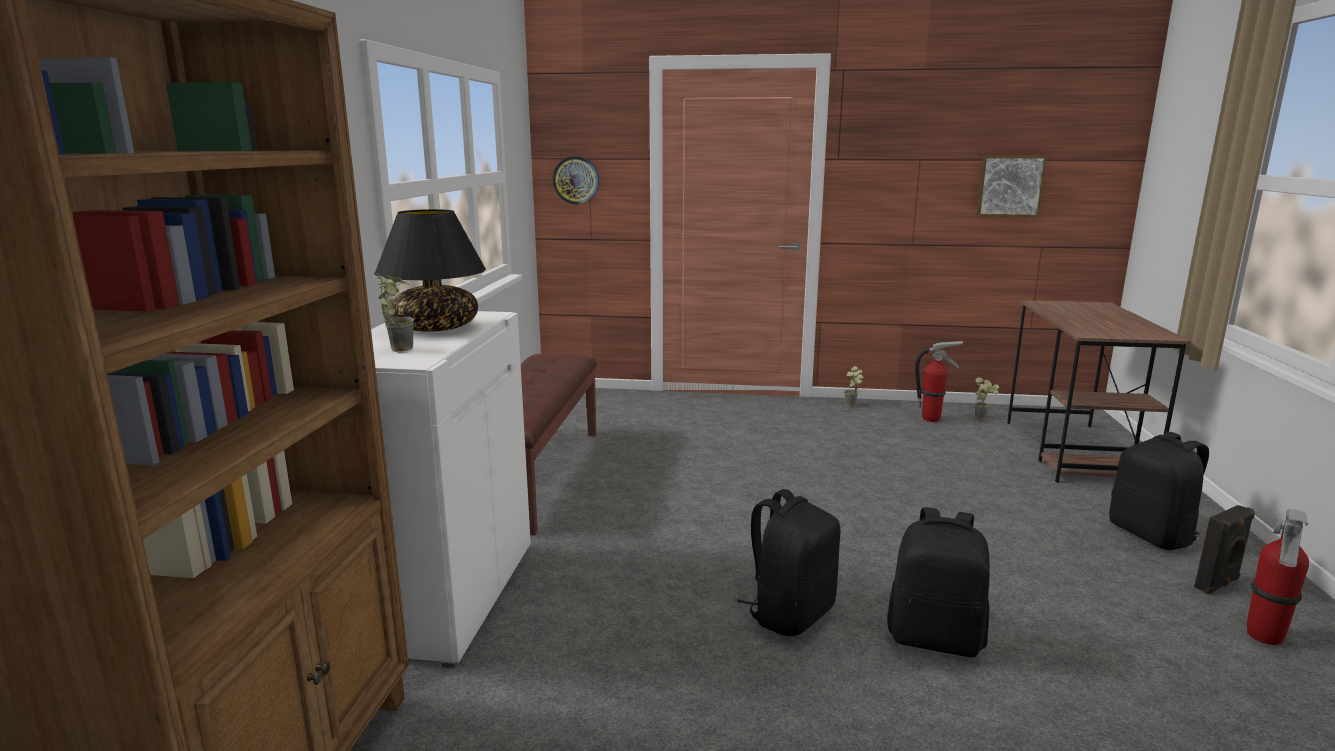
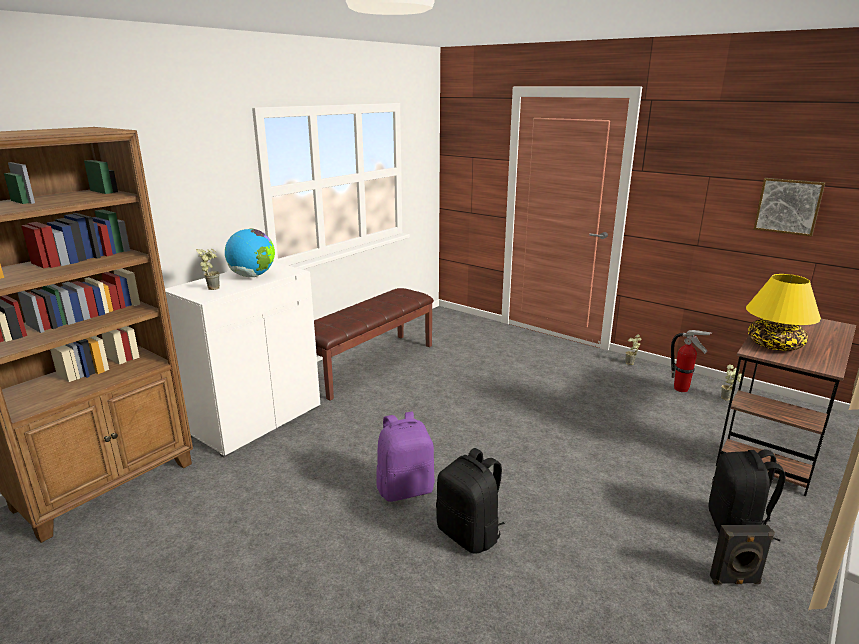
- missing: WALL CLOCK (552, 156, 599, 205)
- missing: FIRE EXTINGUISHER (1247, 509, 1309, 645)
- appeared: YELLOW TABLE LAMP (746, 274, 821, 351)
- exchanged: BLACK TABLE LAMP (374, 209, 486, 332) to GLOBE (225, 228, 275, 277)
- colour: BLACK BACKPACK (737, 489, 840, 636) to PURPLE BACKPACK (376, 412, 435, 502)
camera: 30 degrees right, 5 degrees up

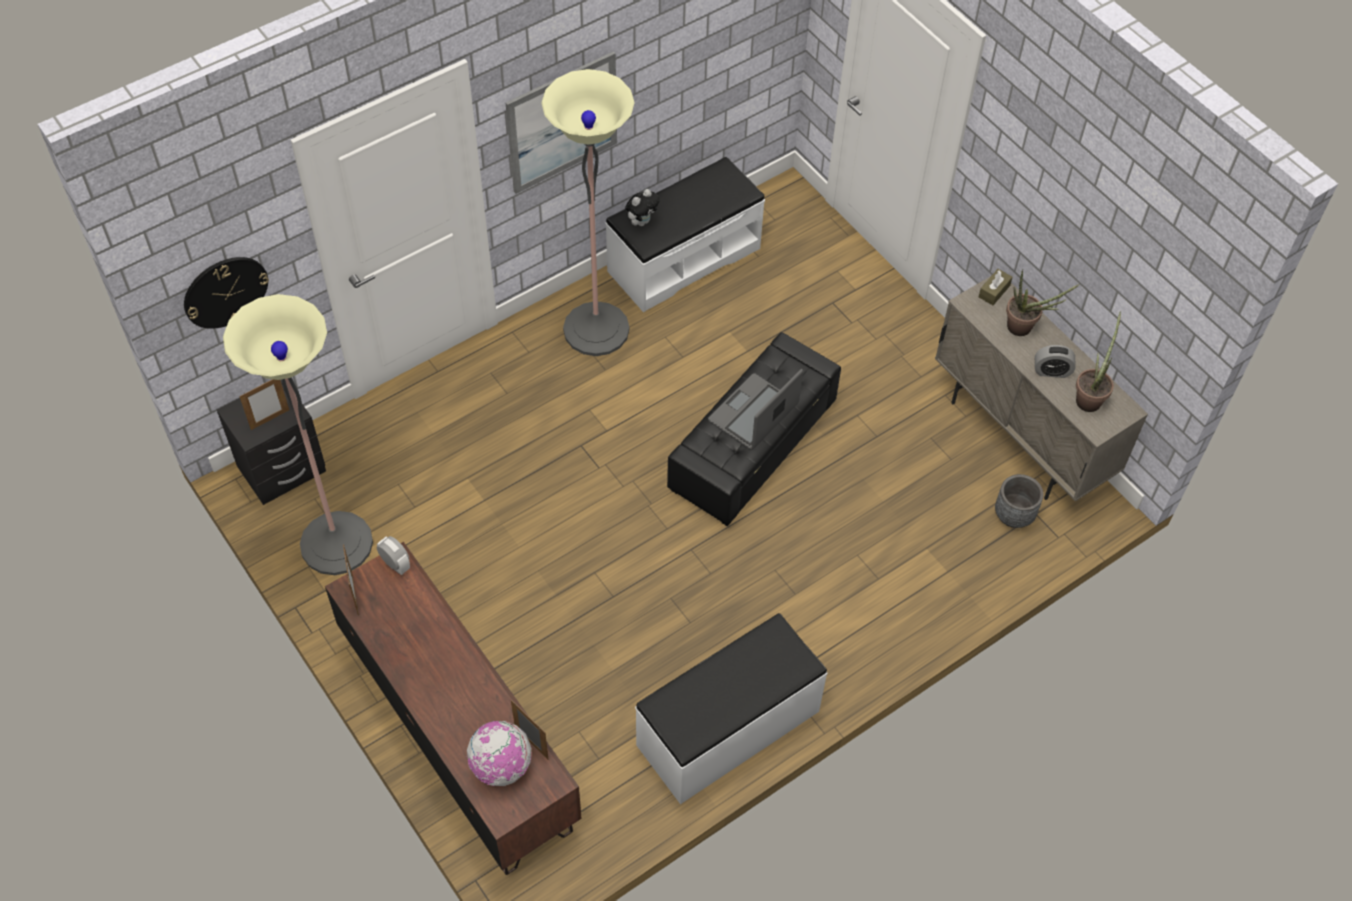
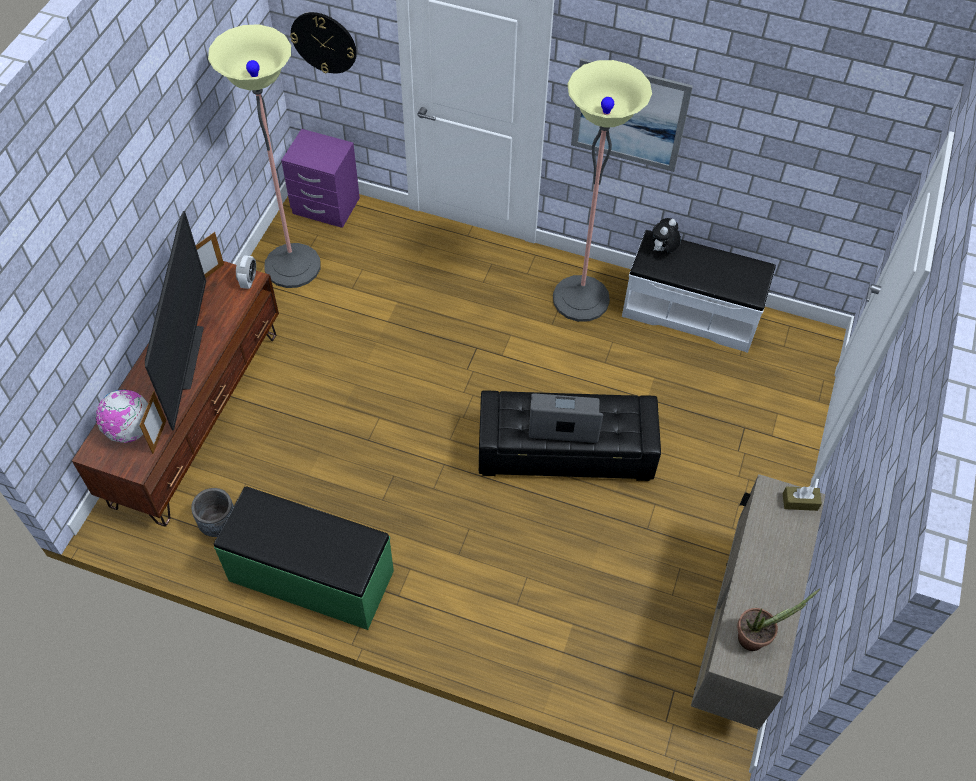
- missing: PICTURE FRAME (239, 379, 289, 430)
- missing: POTTED PLANT (1006, 269, 1080, 336)
- missing: ALARM CLOCK (1035, 345, 1076, 378)
- appeared: TELEVISION (145, 211, 206, 430)
- relocated: GREY PLANTER (995, 474, 1043, 528) to (191, 488, 234, 537)
- colour: BLACK NIGHTSTAND (217, 379, 326, 505) to PURPLE NIGHTSTAND (281, 129, 360, 228)
- colour: WHITE BENCH (635, 613, 828, 804) to GREEN BENCH (214, 486, 394, 630)
- spun: PLUSH TOY (625, 189, 660, 226) = (652, 218, 681, 253) 120 degrees clockwise
camera: 55 degrees right, 0 degrees up

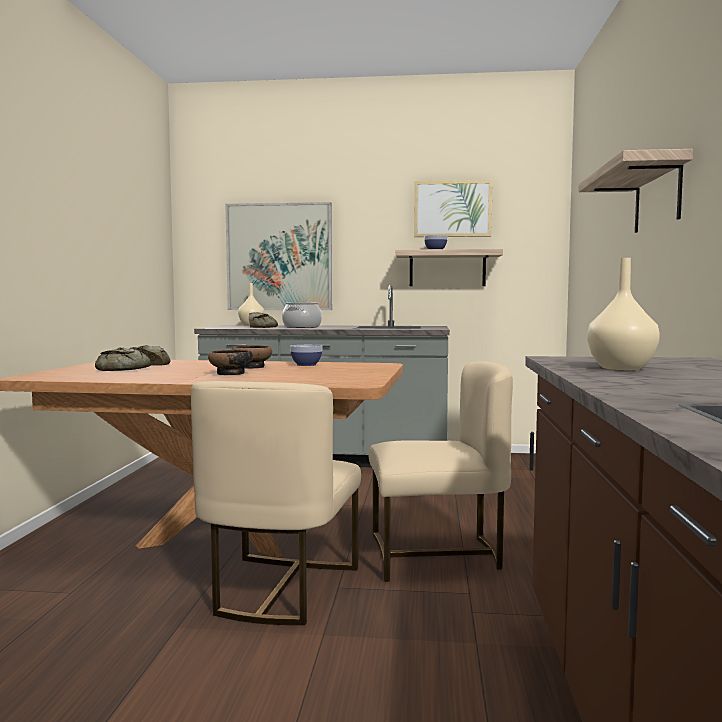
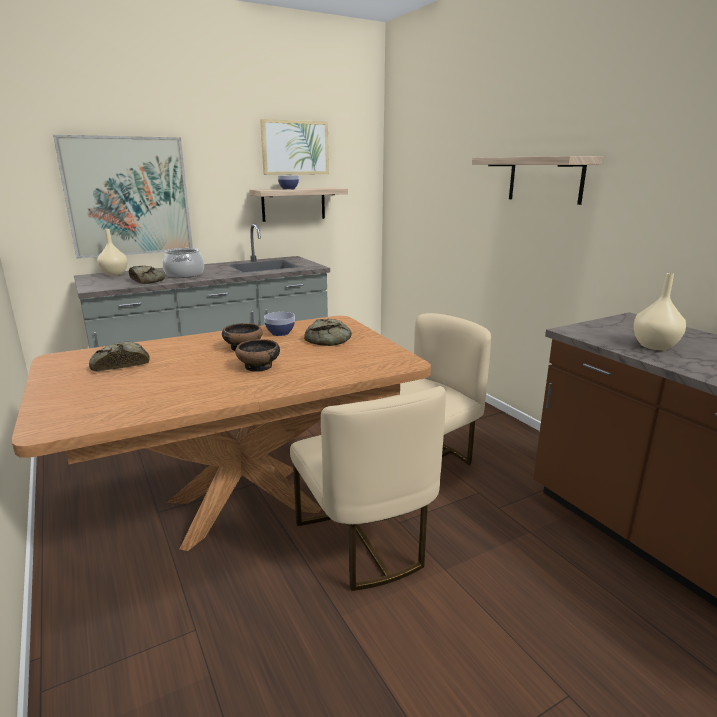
- relocated: BREAD (95, 347, 151, 371) to (304, 319, 352, 346)
camera: 35 degrees left, 15 degrees up

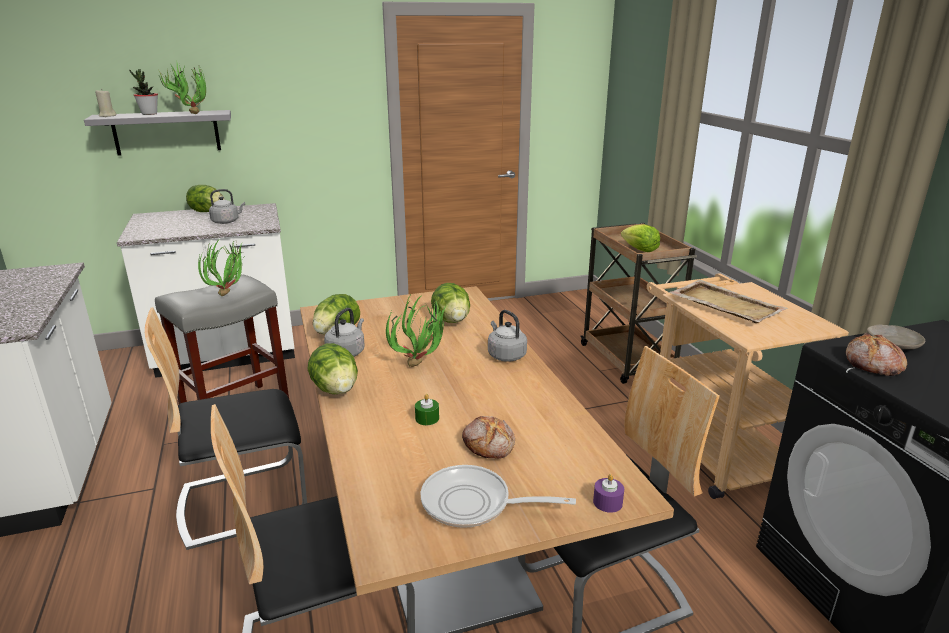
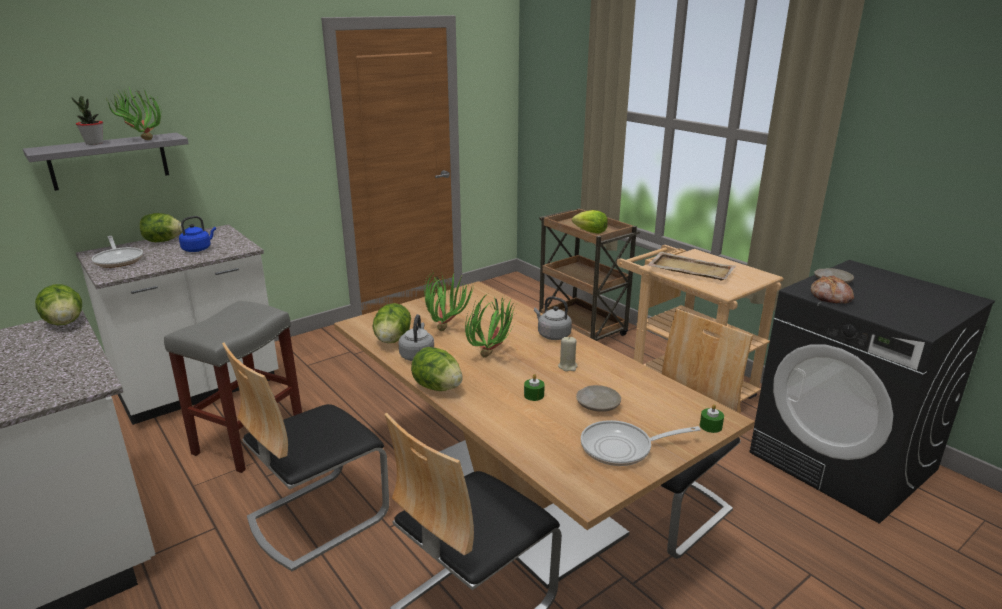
- appeared: FRYING PAN (91, 236, 143, 268)
- relocated: BEIGE CANDLE (95, 90, 116, 117) to (558, 336, 578, 371)
- relocated: POTTED PLANT (198, 239, 246, 296) to (424, 271, 474, 331)
- relocated: LETTUCE (431, 283, 470, 323) to (35, 284, 82, 325)
- exchanged: BREAD (462, 416, 515, 459) to BEIGE PLATE (576, 385, 621, 412)
- colour: GREY KETTLE (209, 189, 245, 224) to BLUE KETTLE (179, 216, 216, 252)
- colour: PURPLE CANDLE (593, 474, 624, 513) to GREEN CANDLE (700, 404, 724, 433)
camera: 20 degrees left, 0 degrees up

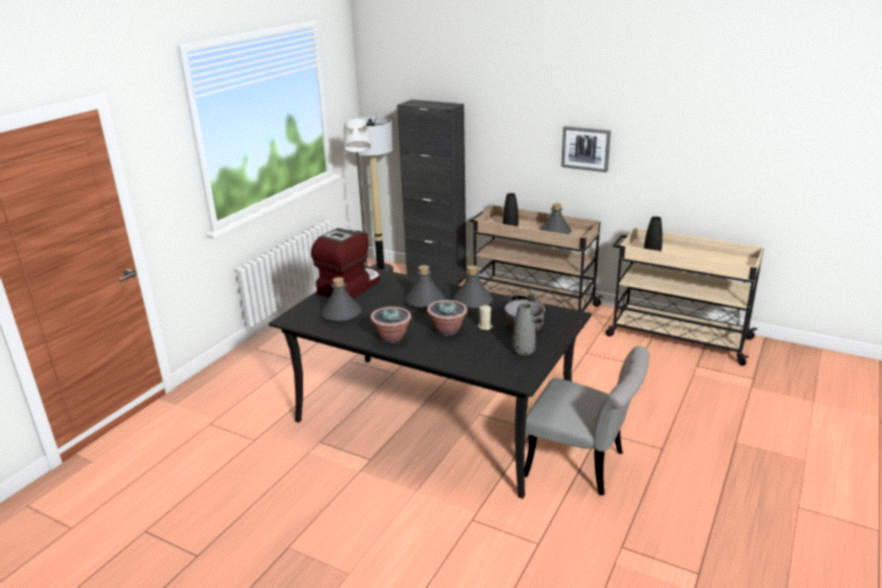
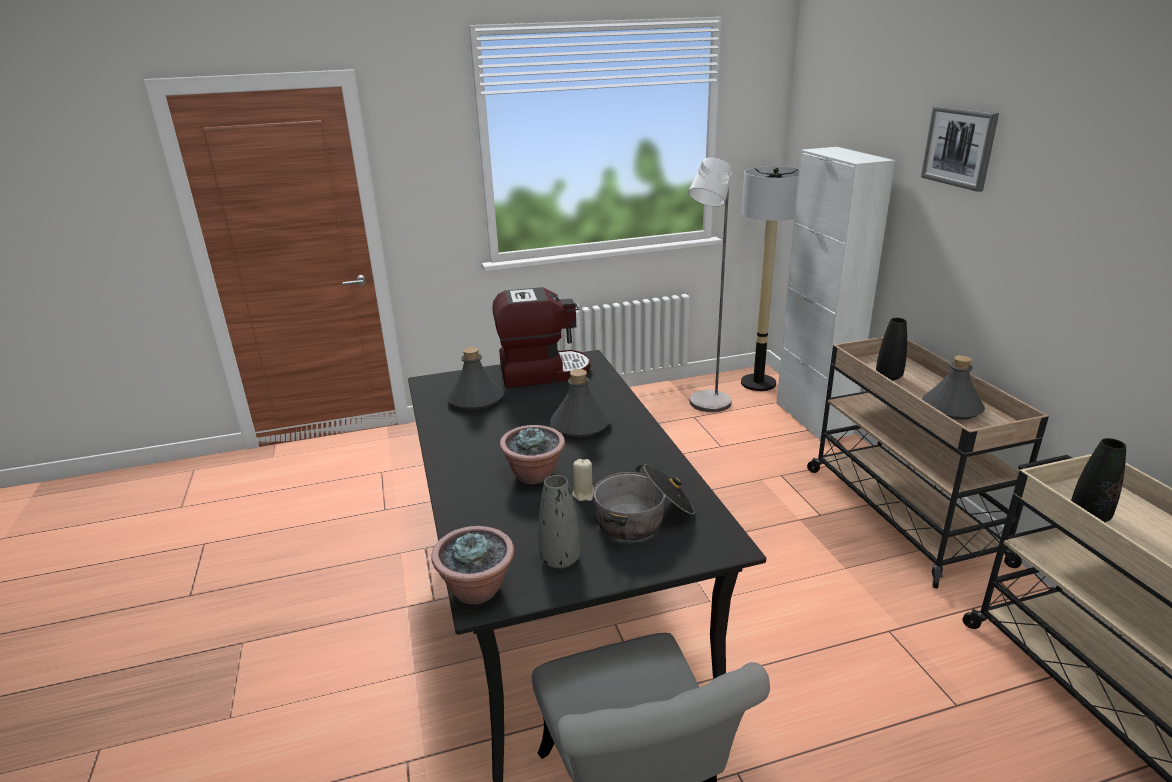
- missing: GREY BOTTLE (453, 265, 493, 310)
- relocated: POTTED PLANT (370, 306, 411, 343) to (431, 526, 514, 604)
- relocated: PICTURE (561, 126, 611, 172) to (921, 105, 999, 192)
- colour: BLACK CABINET (397, 99, 467, 285) to WHITE CABINET (777, 147, 895, 441)
camera: 45 degrees right, 0 degrees up

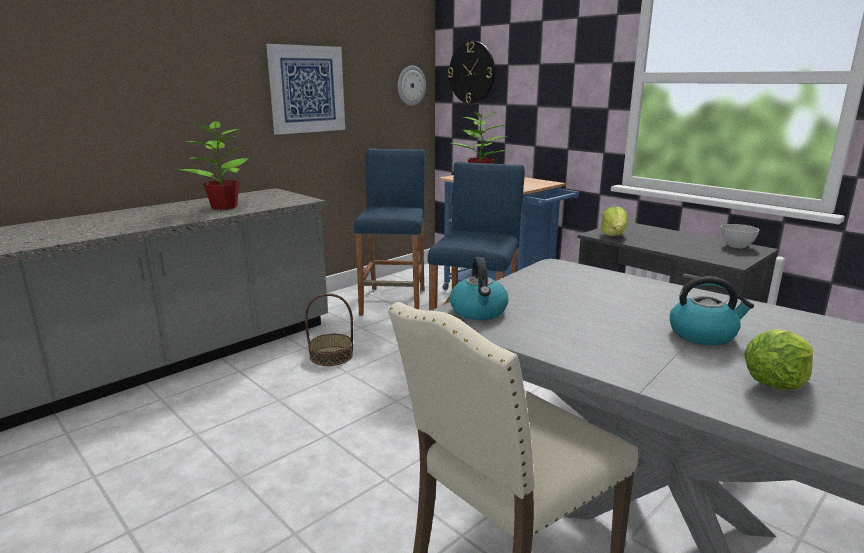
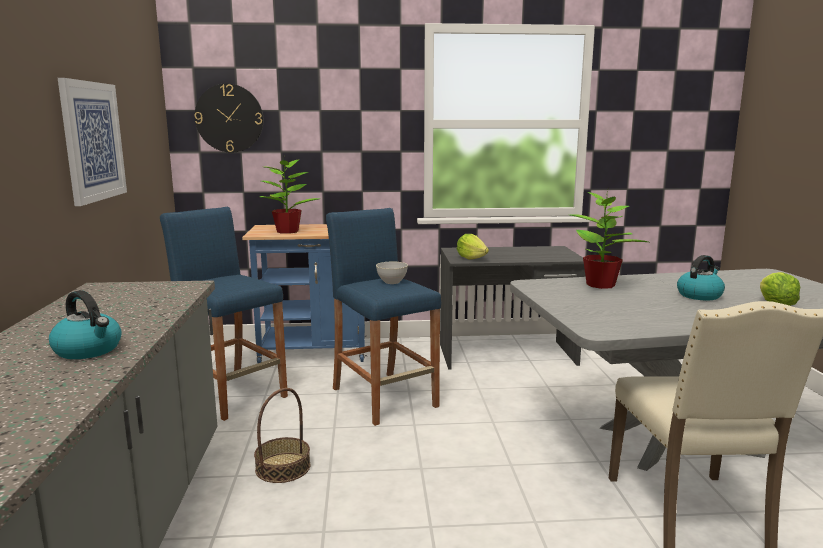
- missing: WALL CLOCK (398, 66, 426, 106)
- relocated: POTTED PLANT (180, 117, 249, 210) to (571, 190, 648, 289)
- relocated: KETTLE (450, 257, 509, 320) to (49, 290, 122, 359)
- relocated: GREY BOWL (721, 224, 760, 248) to (376, 262, 408, 284)
camera: 50 degrees left, 5 degrees down

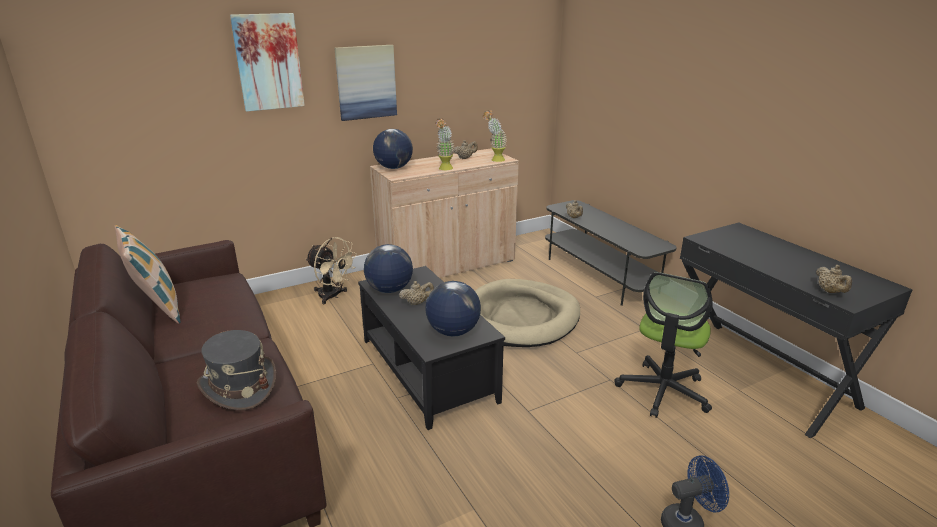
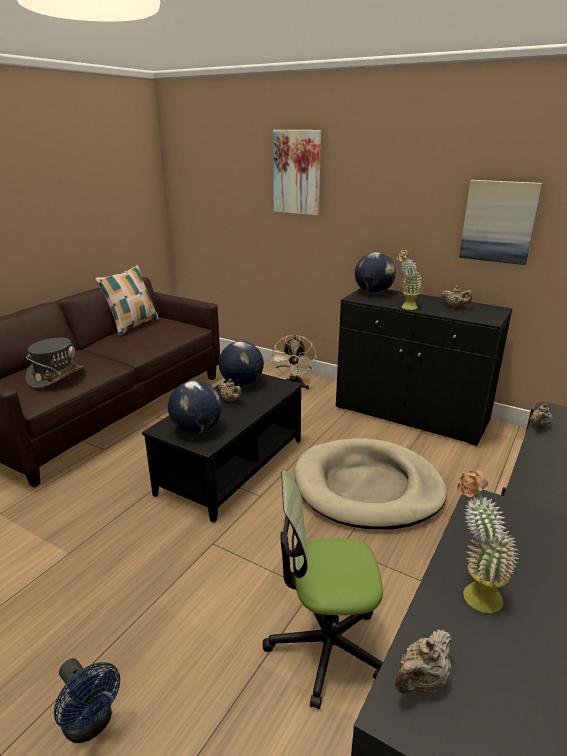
- relocated: PICTURE (334, 45, 397, 121) to (459, 180, 542, 265)
- relocated: POTTED PLANT (483, 110, 506, 162) to (457, 470, 519, 613)
- colour: BEIGE CABINET (370, 148, 519, 278) to BLACK CABINET (336, 288, 512, 446)
camera: 60 degrees right, 0 degrees up

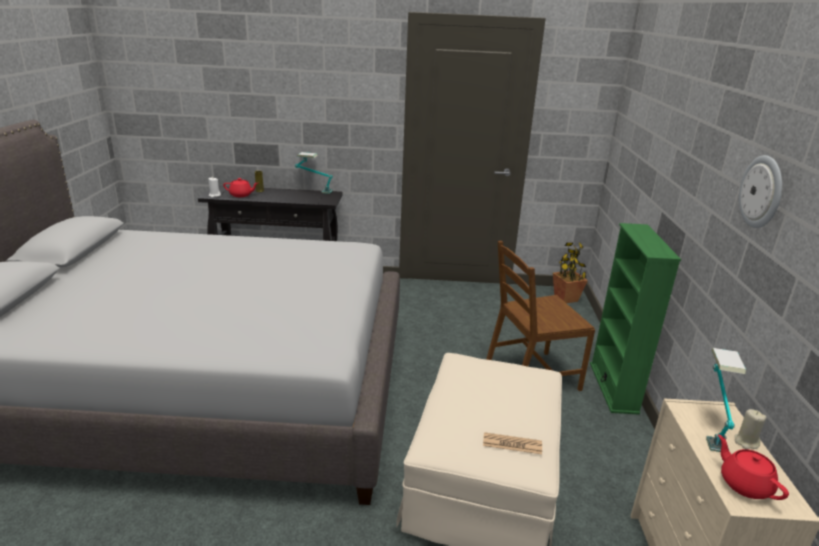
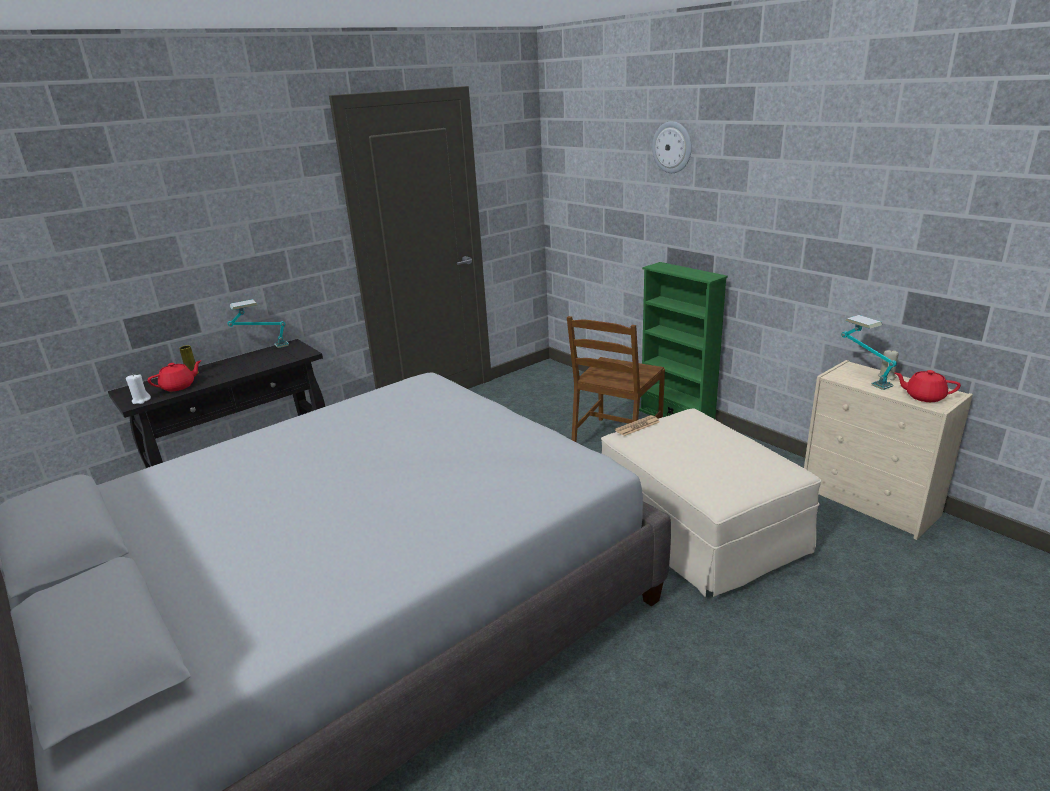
- missing: POTTED PLANT (553, 243, 588, 303)
- relocated: NEWSPAPER (483, 432, 542, 454) to (615, 415, 659, 436)
- relocated: WALL CLOCK (739, 155, 782, 228) to (652, 121, 692, 173)
camera: 40 degrees left, 0 degrees up

